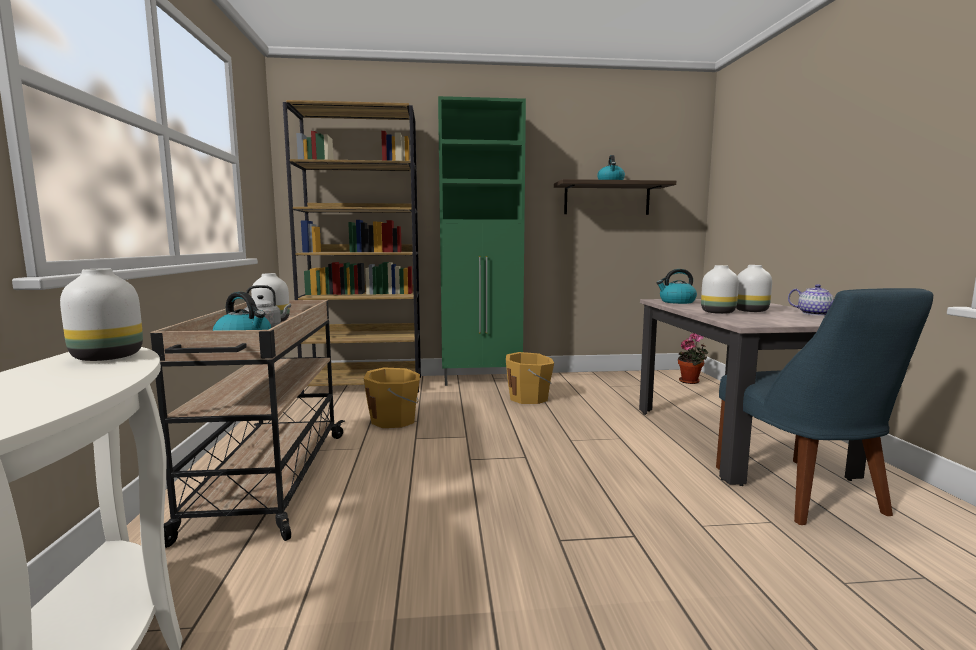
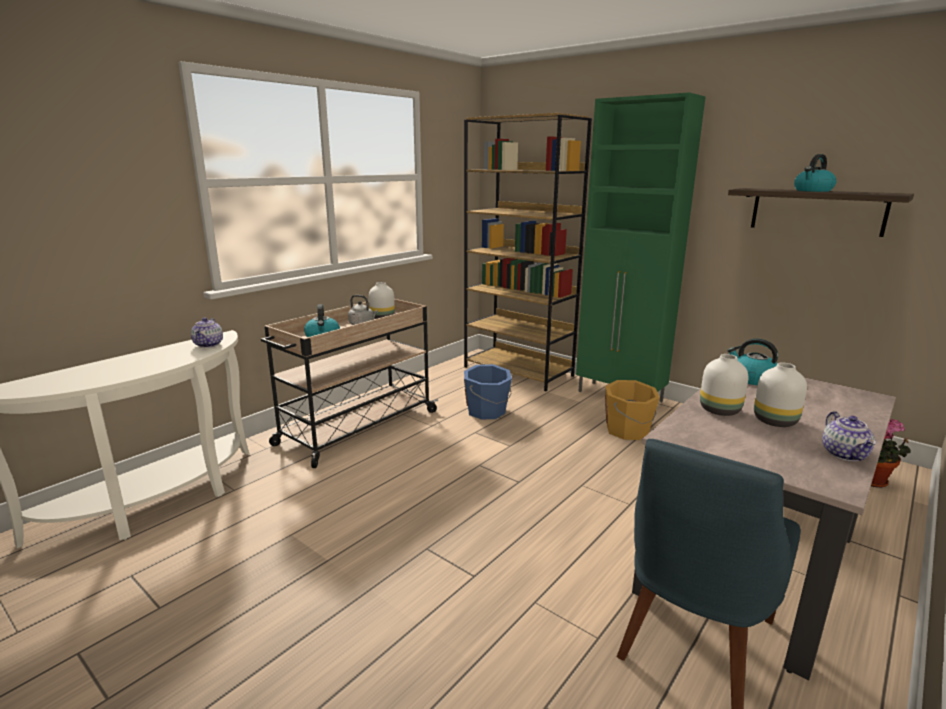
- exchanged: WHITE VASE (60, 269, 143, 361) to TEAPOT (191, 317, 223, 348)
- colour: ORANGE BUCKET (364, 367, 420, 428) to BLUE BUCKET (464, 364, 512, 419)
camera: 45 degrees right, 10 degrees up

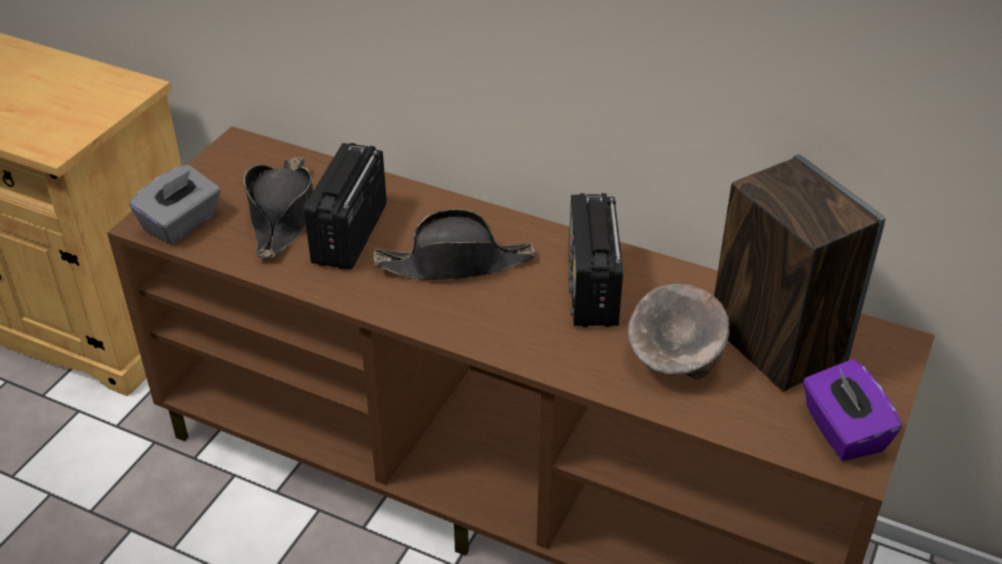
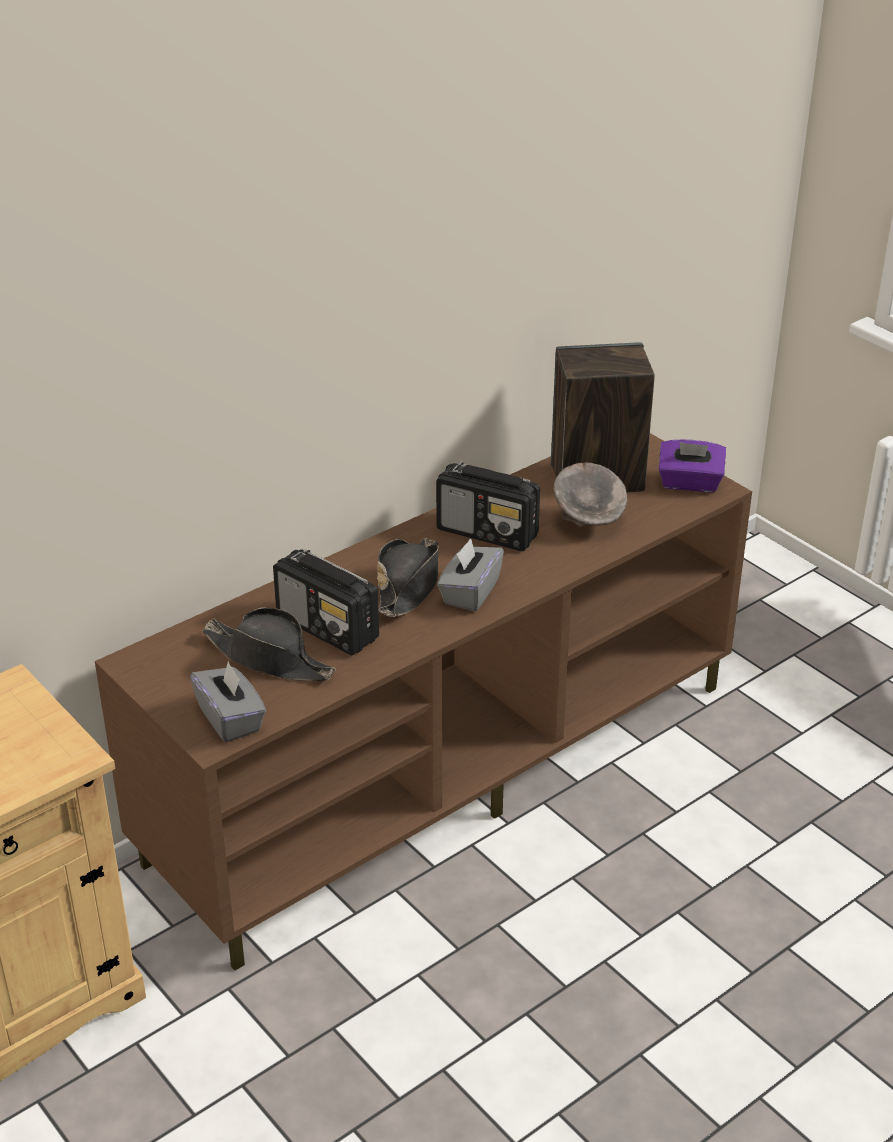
- appeared: GREY TISSUE BOX (437, 538, 504, 612)
camera: 65 degrees left, 5 degrees down

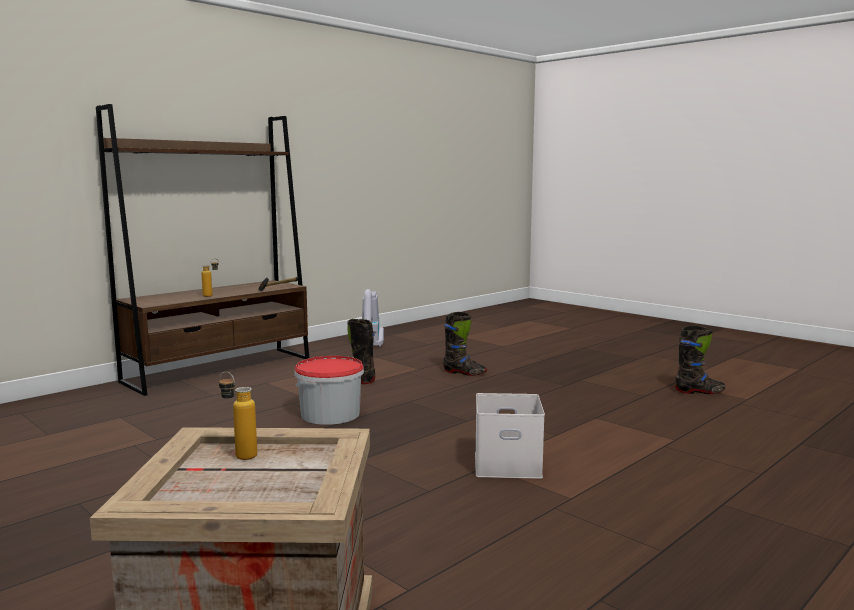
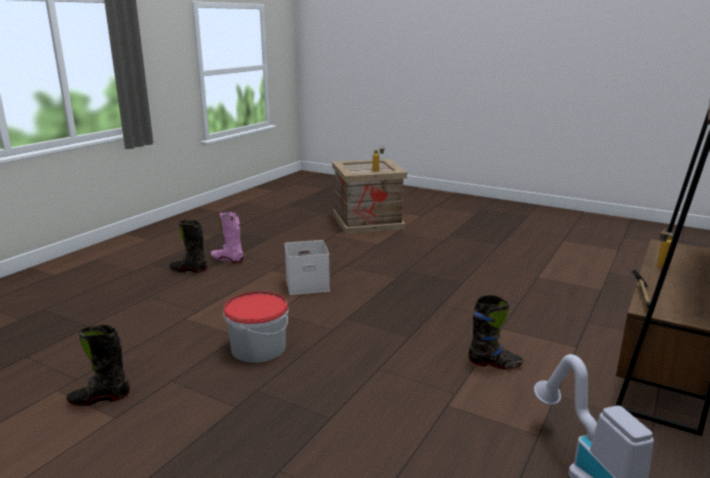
- appeared: PINK BOOT (211, 212, 243, 263)
- relocated: BUCKET (294, 356, 364, 425) to (223, 291, 289, 363)
- relocated: BLACK BOOT (443, 312, 487, 376) to (169, 220, 207, 273)
camera: 165 degrees right, 10 degrees up

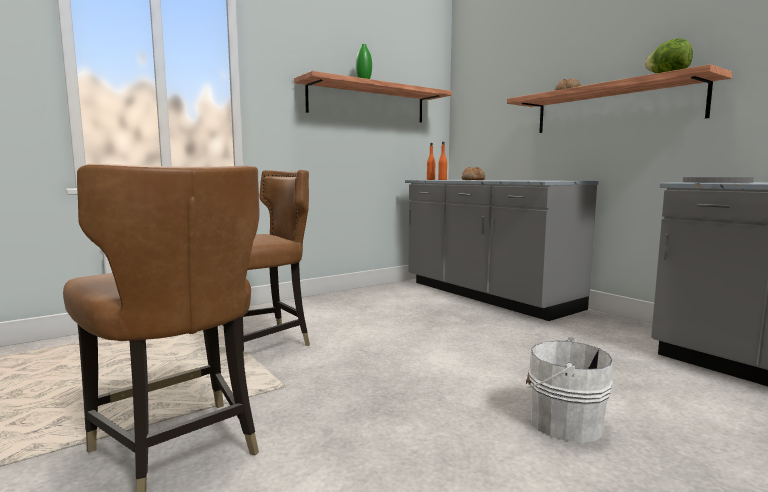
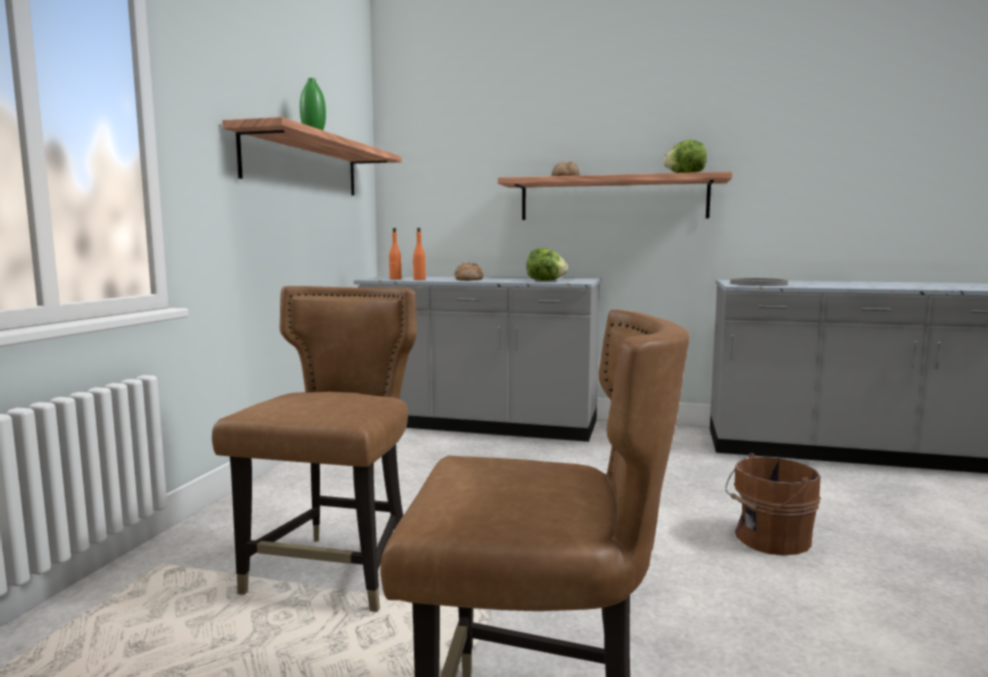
- appeared: LETTUCE (527, 248, 568, 281)
- colour: WHITE BUCKET (526, 337, 613, 443) to BROWN BUCKET (725, 453, 821, 555)
camera: 40 degrees left, 0 degrees up

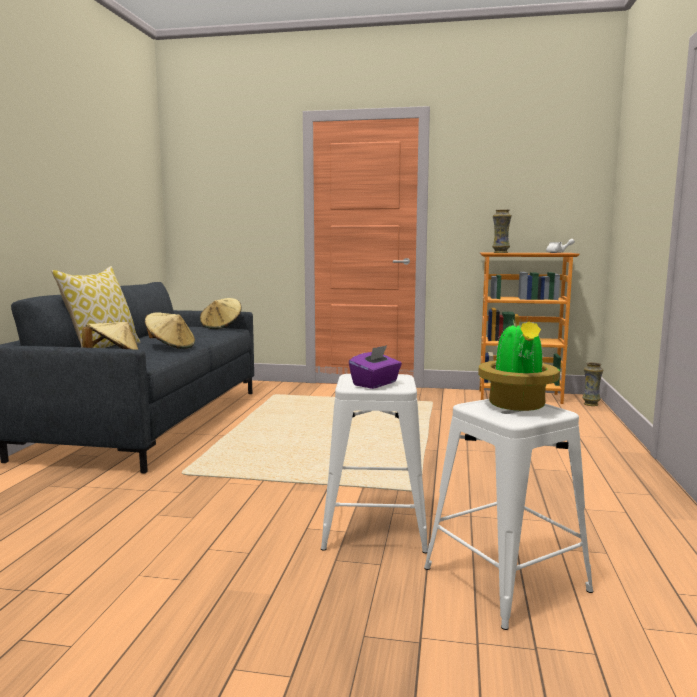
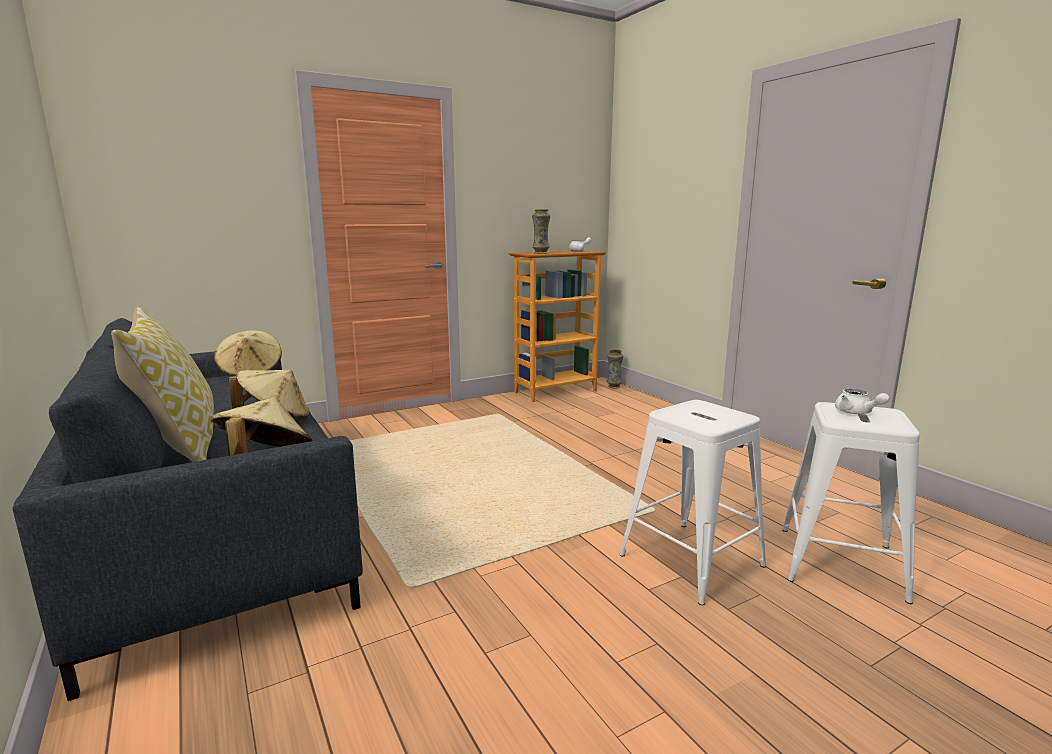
- missing: PURPLE TISSUE BOX (349, 345, 402, 389)
- exchanged: POTTED PLANT (478, 317, 560, 411) to WHITE TEAPOT (835, 389, 890, 414)
camera: 40 degrees left, 5 degrees up

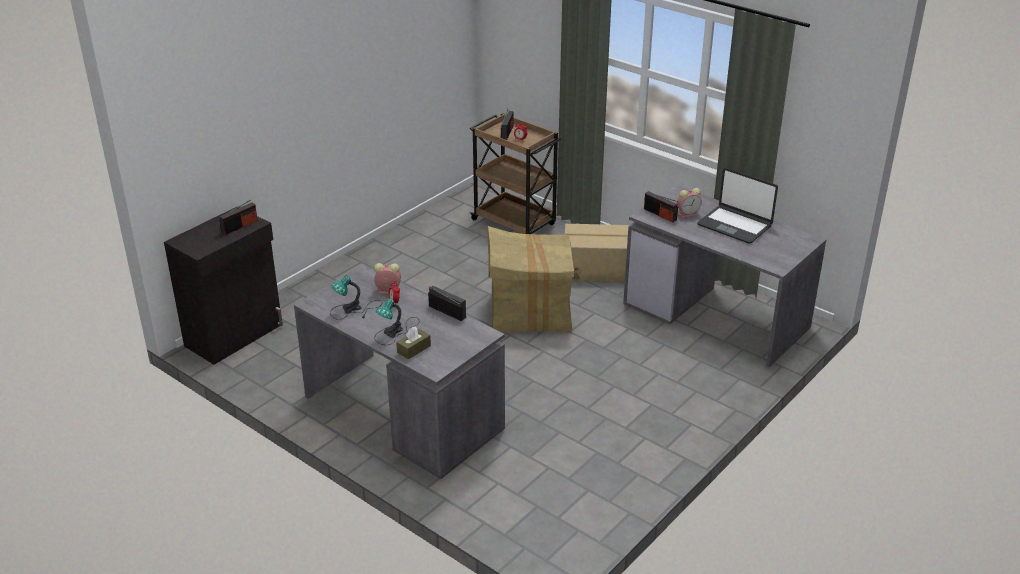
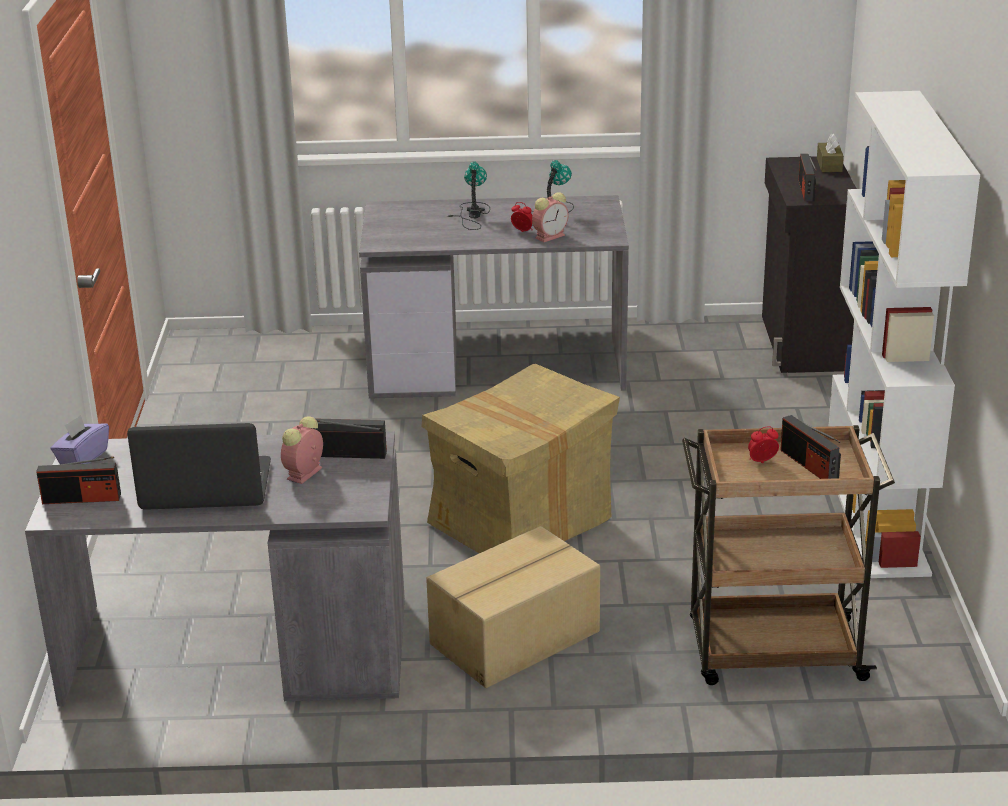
- appeared: PURPLE TISSUE BOX (51, 415, 109, 464)
- appeared: WHITE BOOKCASE (828, 91, 980, 578)
- relocated: BROWN TISSUE BOX (396, 327, 431, 360) to (817, 134, 844, 172)
- relocated: RADIO (428, 286, 466, 321) to (36, 456, 121, 504)
camera: 140 degrees right, 5 degrees down

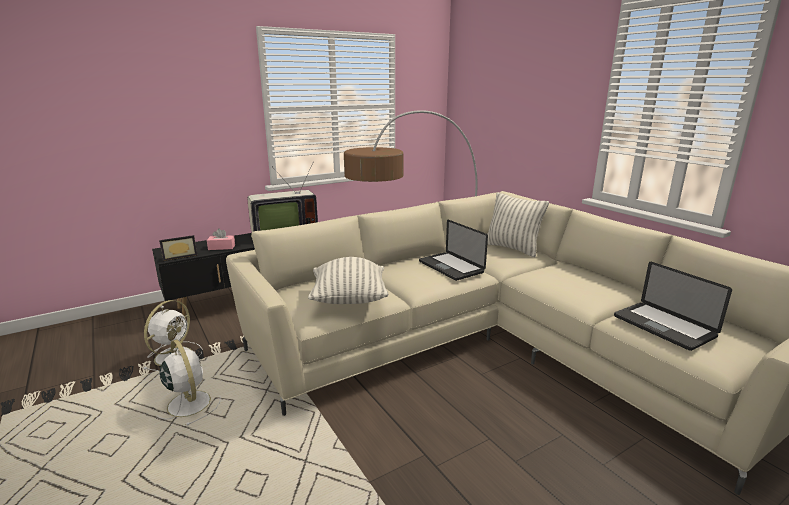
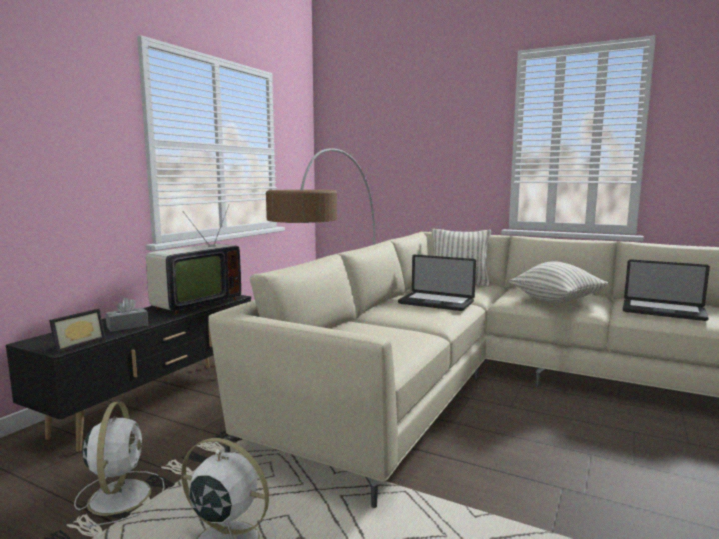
- relocated: PILLOW (308, 257, 388, 304) to (509, 261, 608, 302)
- colour: PINK TISSUE BOX (207, 228, 235, 250) to GREY TISSUE BOX (106, 298, 148, 332)
camera: 30 degrees left, 10 degrees down

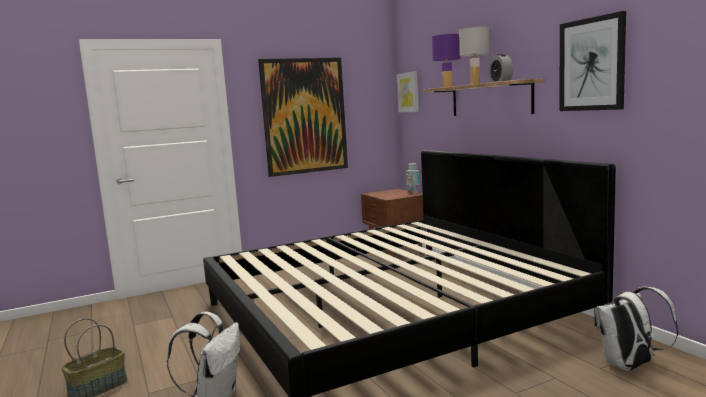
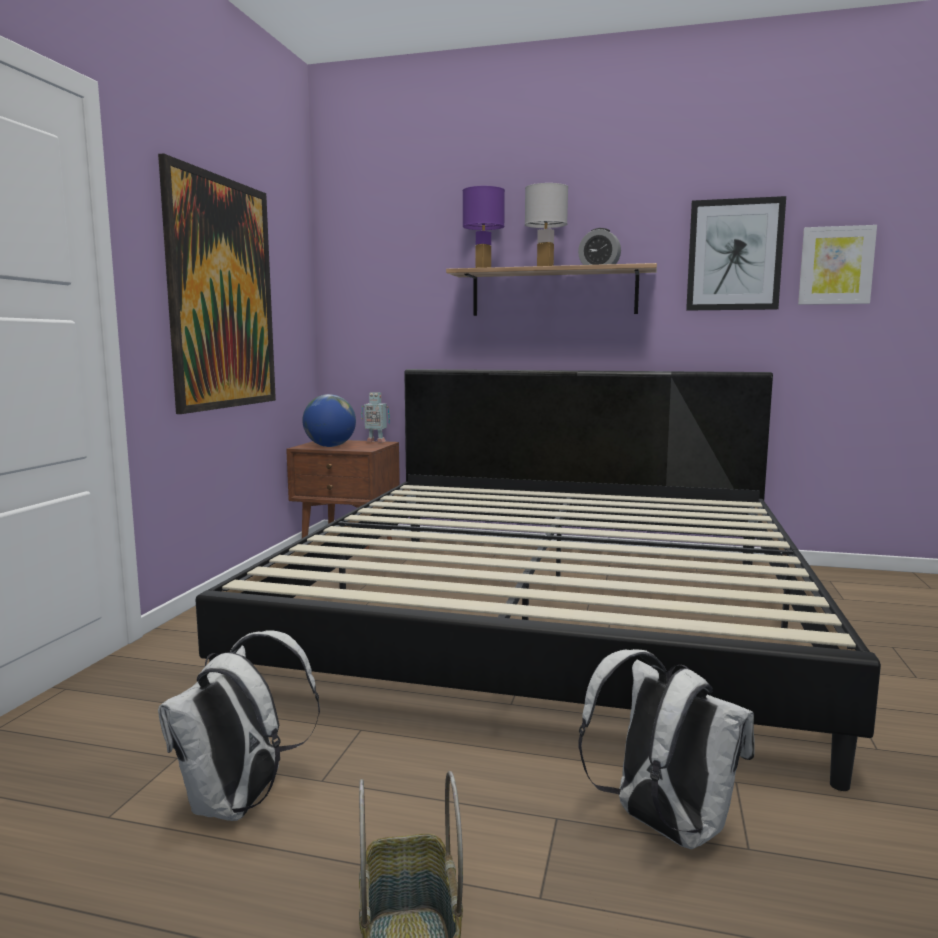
- appeared: GLOBE (303, 394, 356, 447)
- relocated: PICTURE (397, 71, 419, 113) to (798, 225, 877, 305)
- relocated: WHITE BACKPACK (595, 287, 678, 371) to (158, 630, 320, 821)
camera: 50 degrees left, 0 degrees up

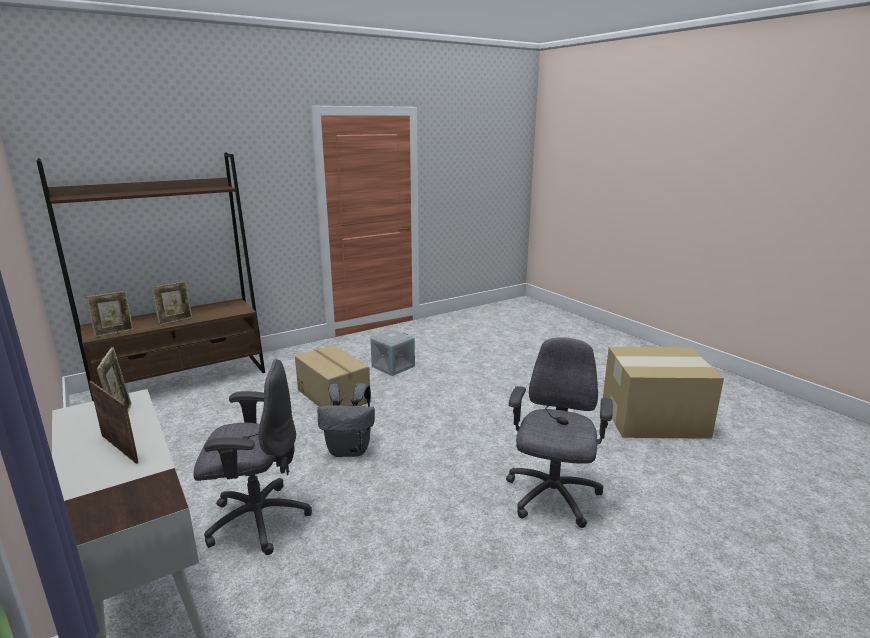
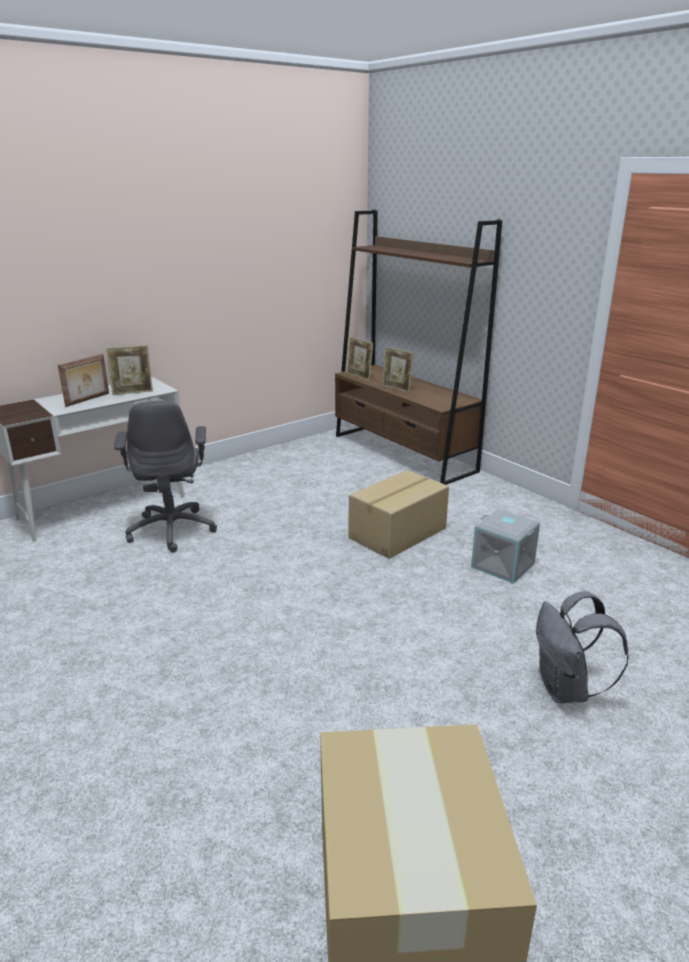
- missing: GREY OFFICE CHAIR (506, 337, 613, 528)
- relocated: GREY BACKPACK (317, 383, 375, 457) to (536, 591, 629, 703)
camera: 85 degrees right, 5 degrees up

